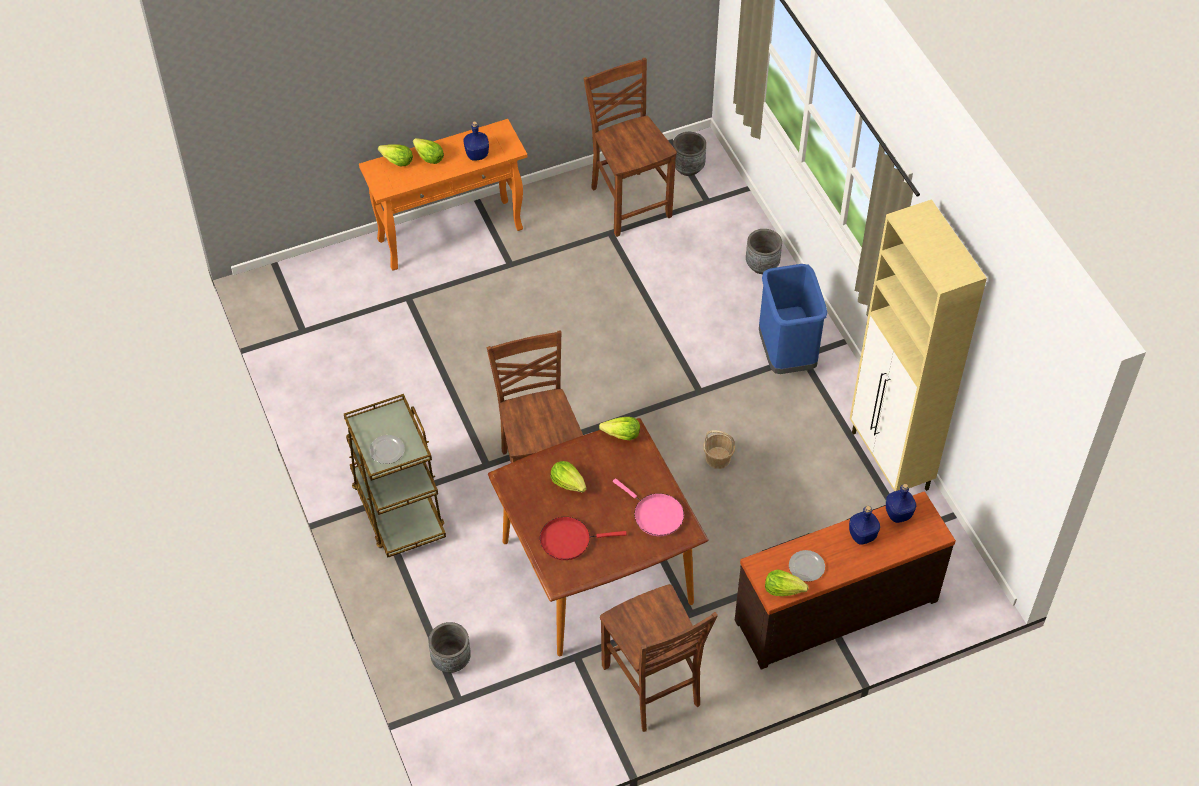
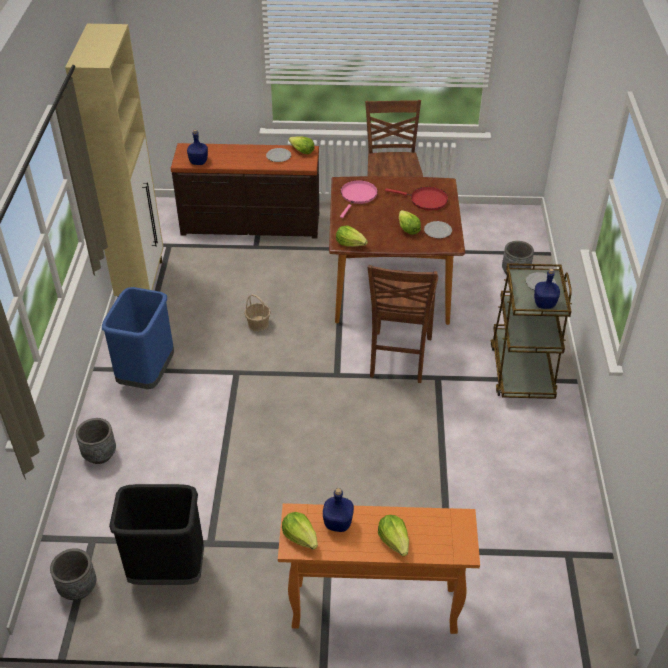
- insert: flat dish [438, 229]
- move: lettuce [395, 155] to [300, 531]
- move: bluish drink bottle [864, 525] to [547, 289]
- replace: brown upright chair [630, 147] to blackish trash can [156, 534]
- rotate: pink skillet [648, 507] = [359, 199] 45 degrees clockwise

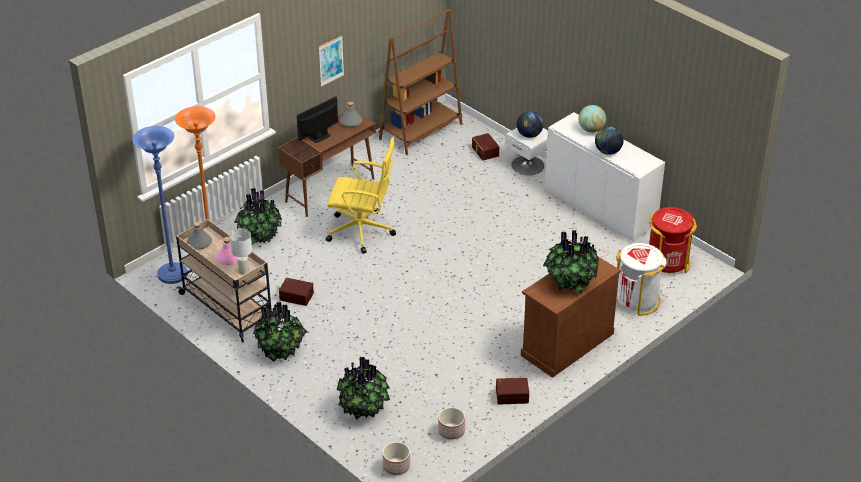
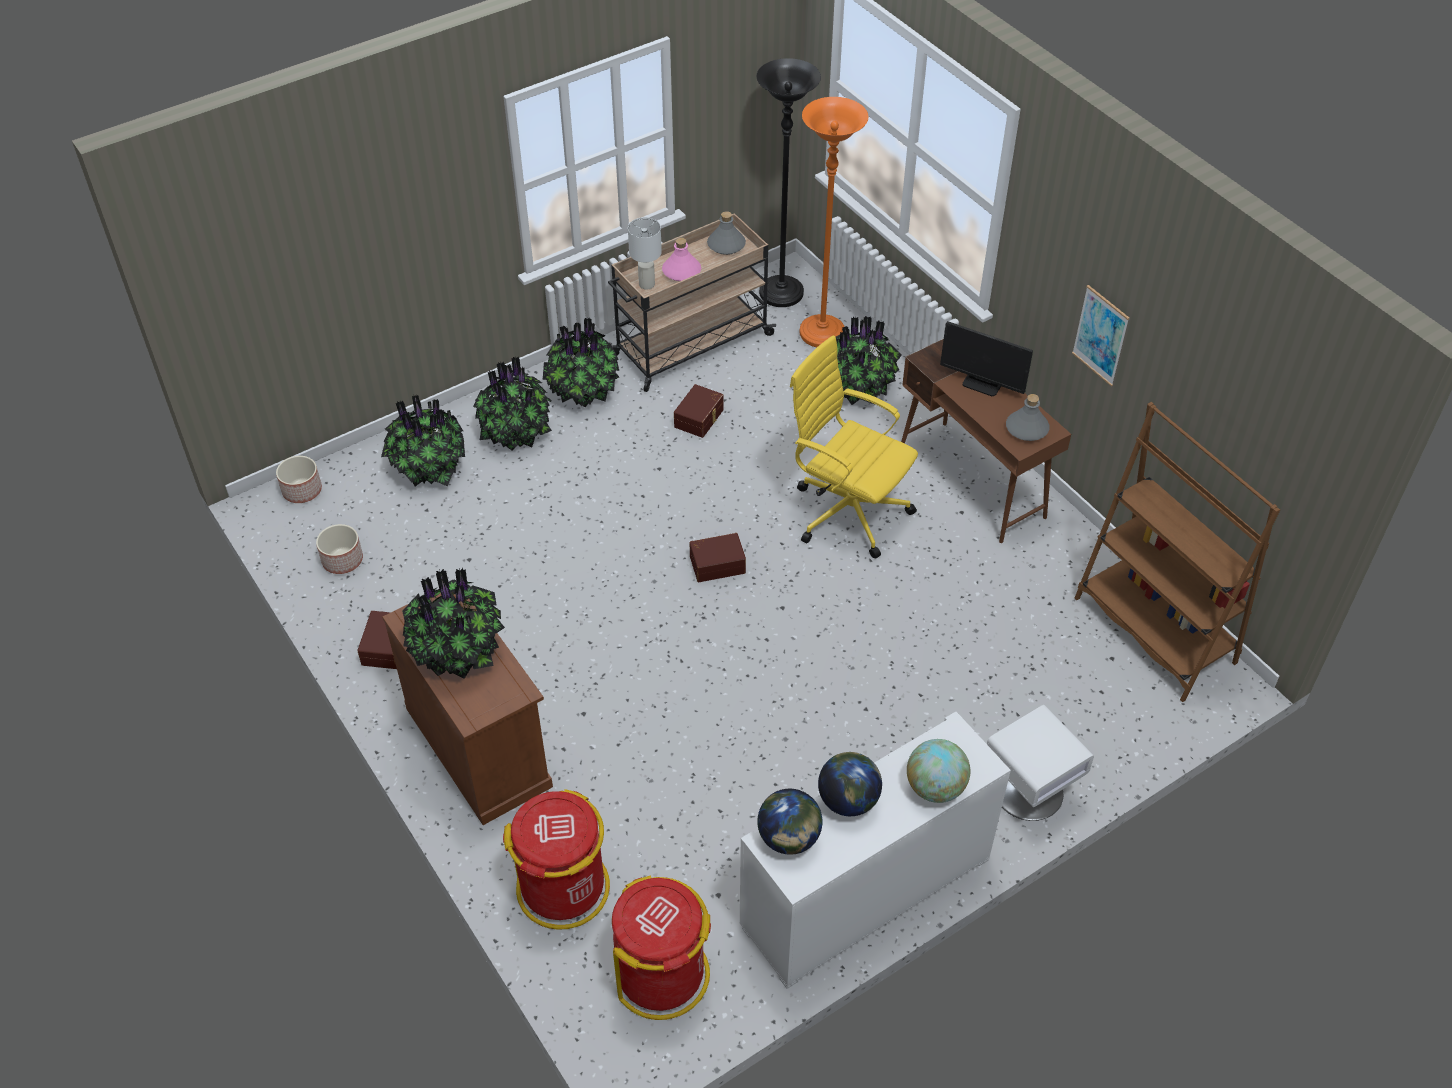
- insert: houseplant [512, 404]
- move: brown storage bin [485, 147] to [718, 557]
- move: desk globe [530, 124] to [789, 822]
- recolor: bluish standing lamp [160, 205] to blackish standing lamp [788, 182]
- recolor: whitish trash can [641, 279] to red trash can [556, 859]
- rotate: monitor [317, 119] = [986, 358] 150 degrees clockwise
- rotate: yellow-coloured office chair [361, 195] = [854, 447] 105 degrees clockwise

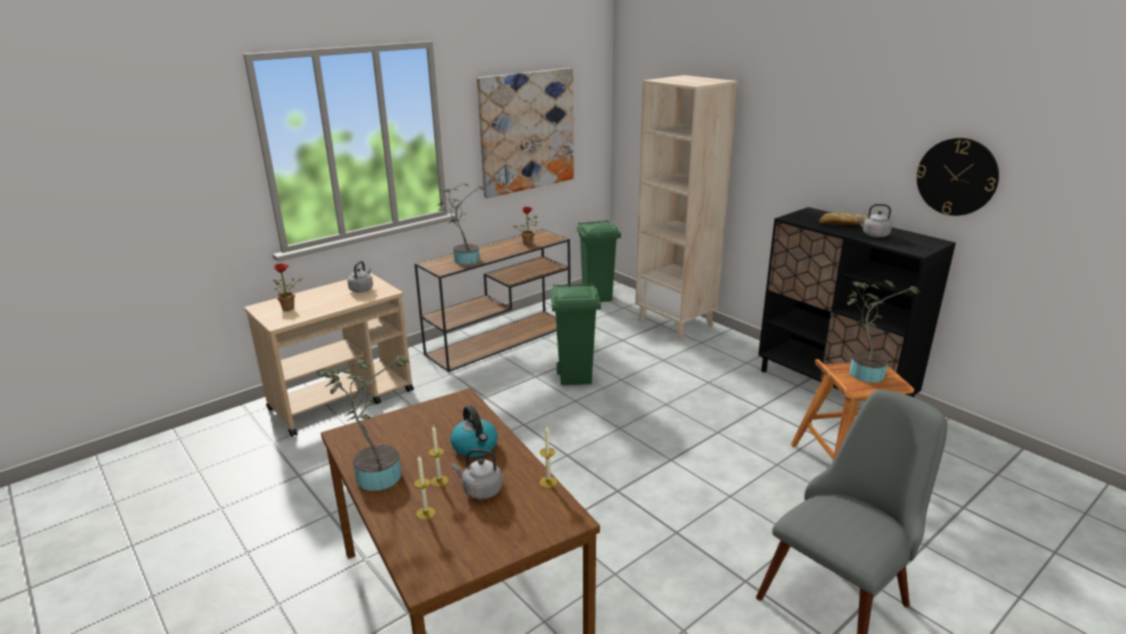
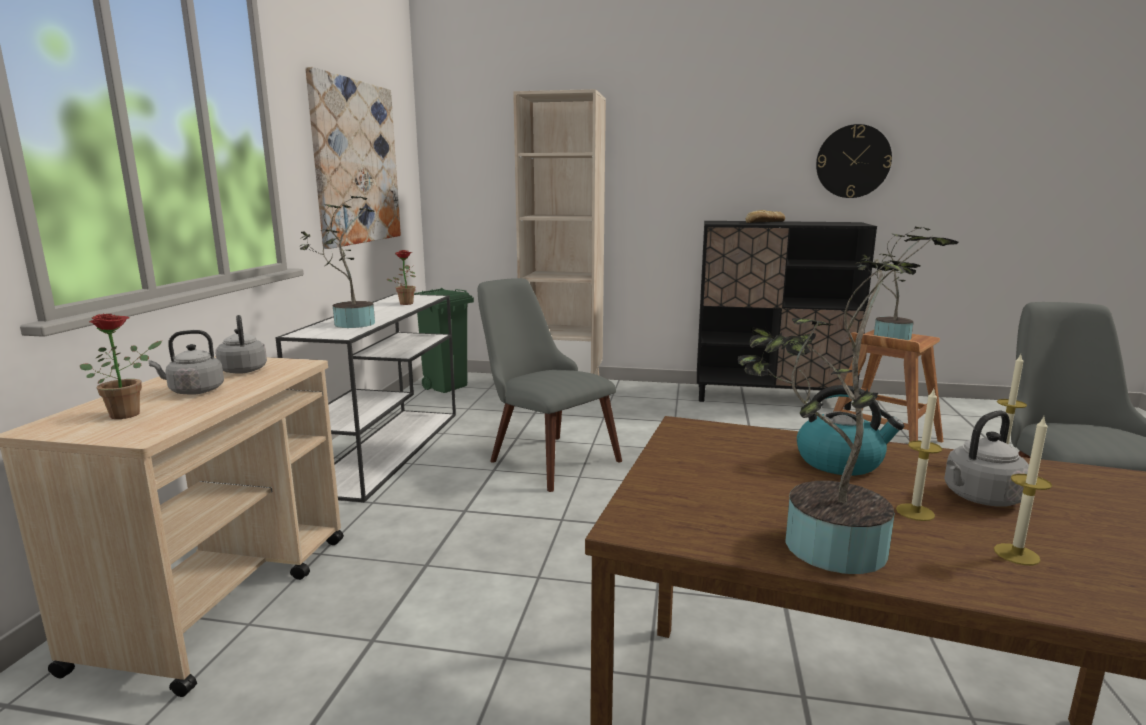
- move: gray water kettle [874, 220] to [186, 362]
- replace: green-coloured trash can [575, 334] to gray upright chair [549, 385]
- recolor: brown narrow table [492, 300] to whitish narrow table [365, 398]

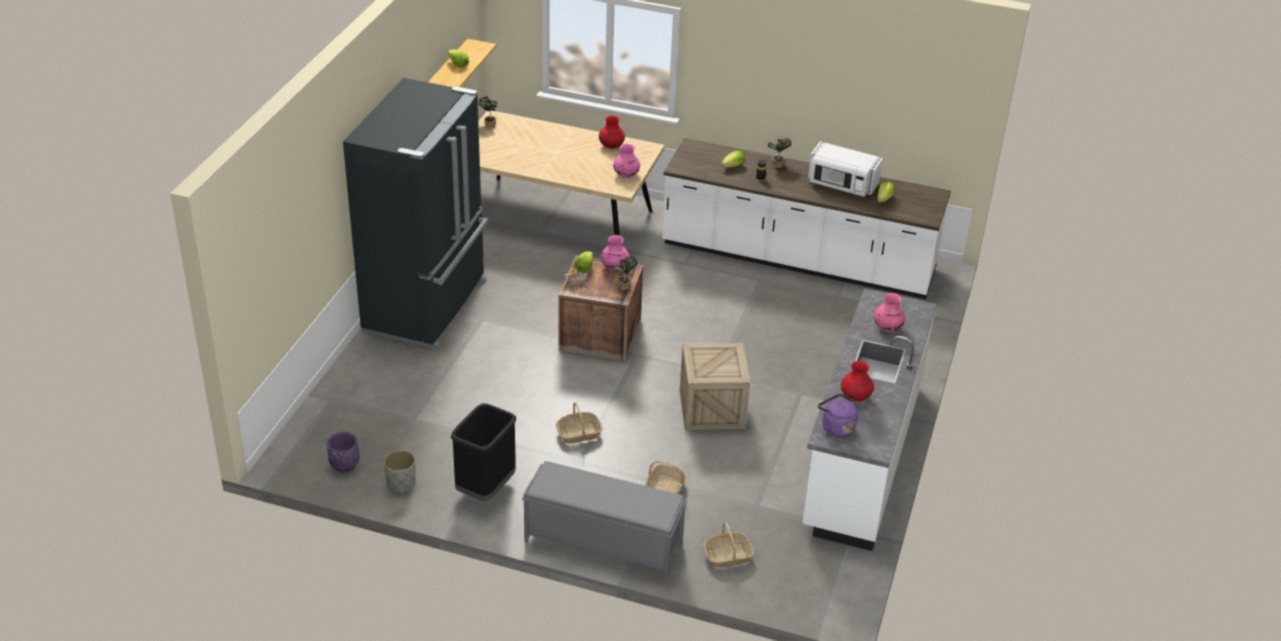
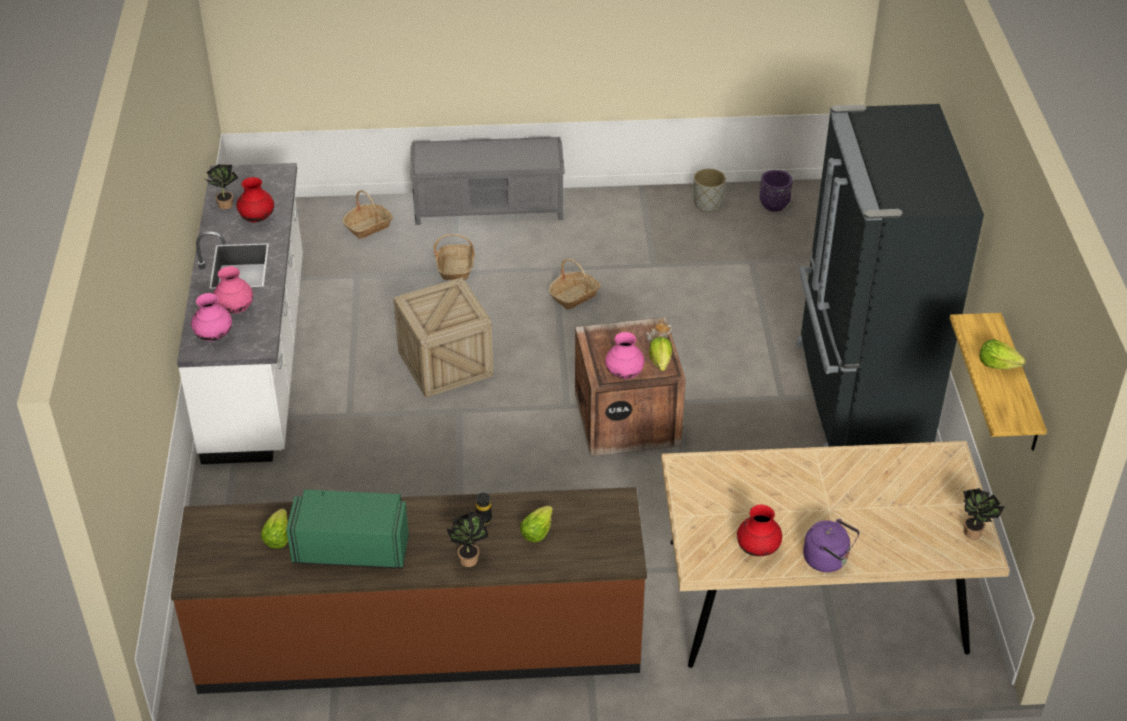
- delete: blackish trash can [483, 452]
- move: houseplant [625, 273] to [221, 187]
- move: pink decorative vase [626, 161] to [211, 317]
- move: purple-coloured water kettle [837, 415] to [831, 545]
- recolor: whitish kitchen counter [806, 218] to brown kitchen counter [409, 590]
- recolor: whitish microwave [845, 169] to green-coloured microwave [347, 529]

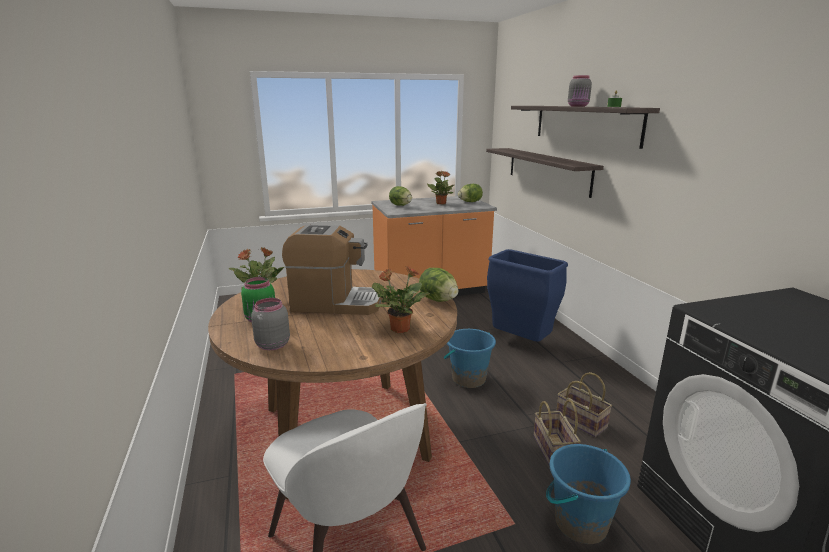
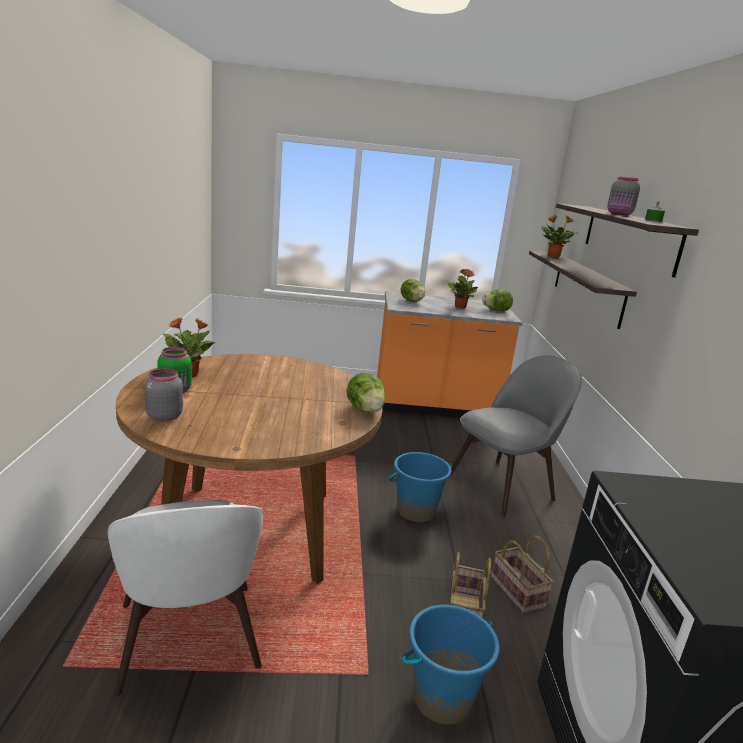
- delete: coffee brewer [332, 270]
- move: houseplant [400, 299] to [559, 236]
- replace: bluish trash can [527, 295] to gray upright chair [516, 436]

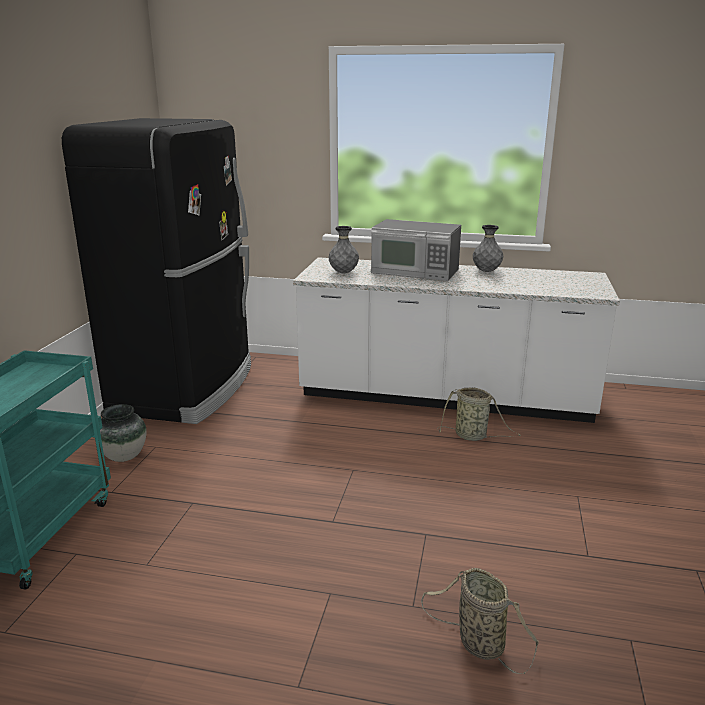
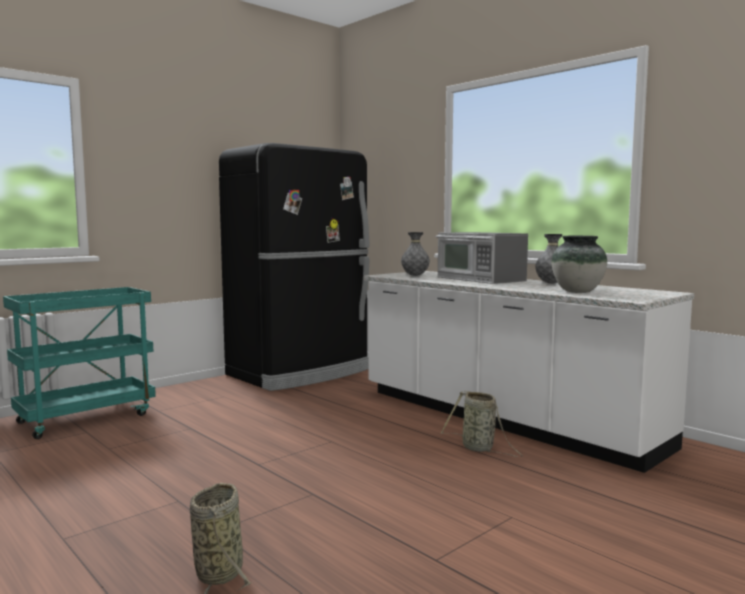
- move: decorative vase [123, 433] to [579, 264]

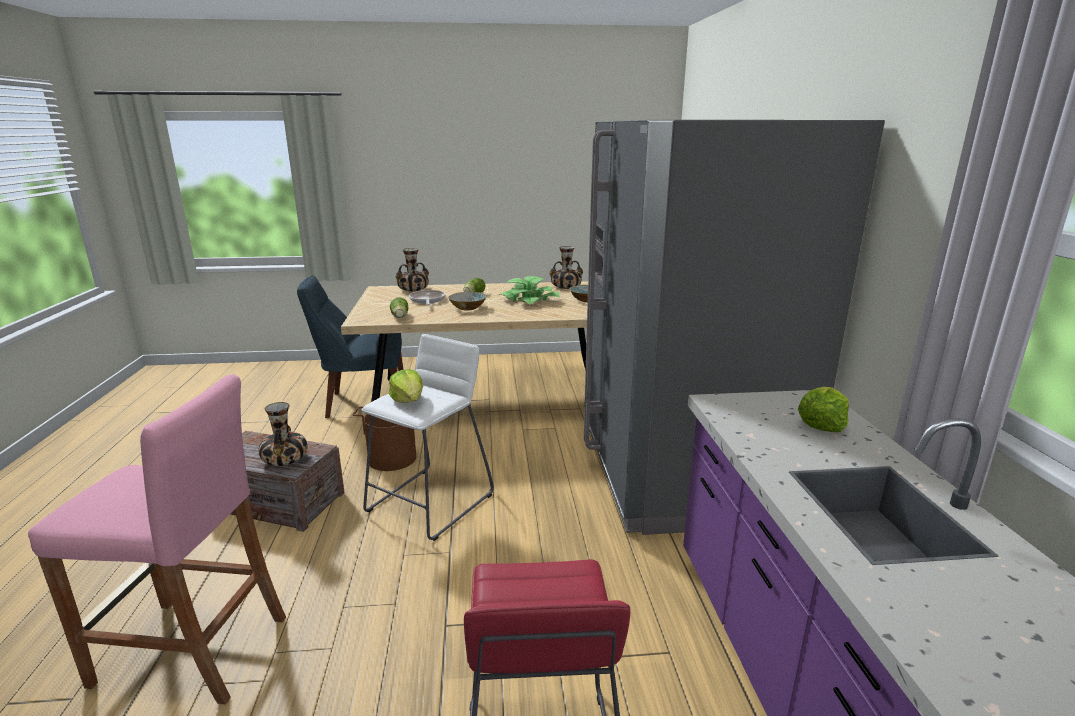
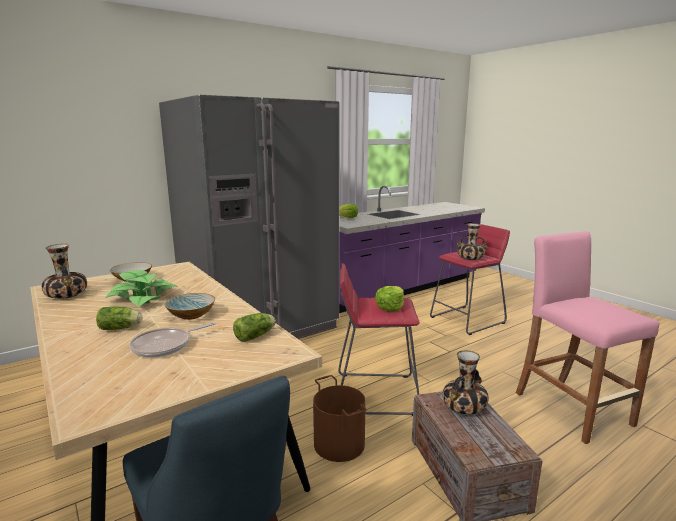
- move: decorative vase [412, 269] to [472, 241]
- recolor: whitish stool seat [427, 437] to red stool seat [379, 339]

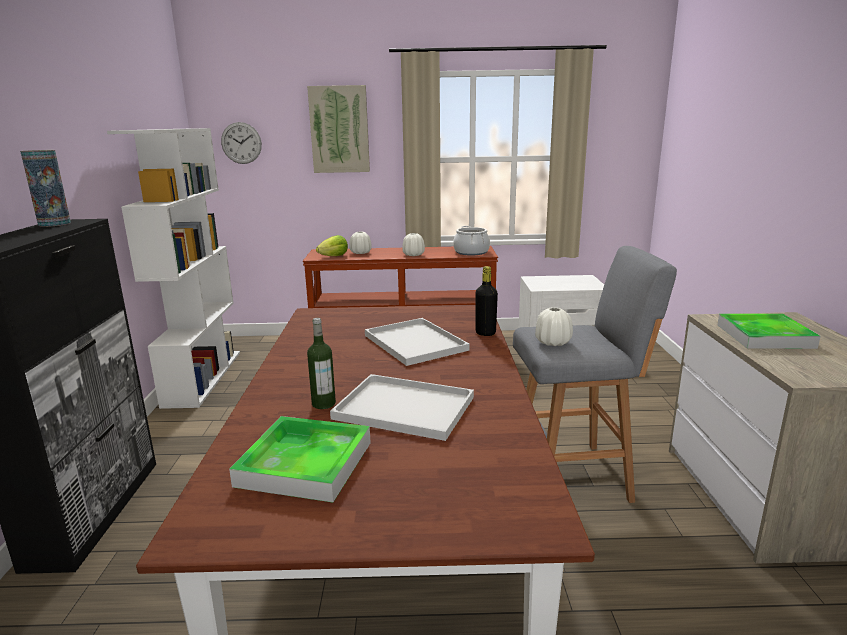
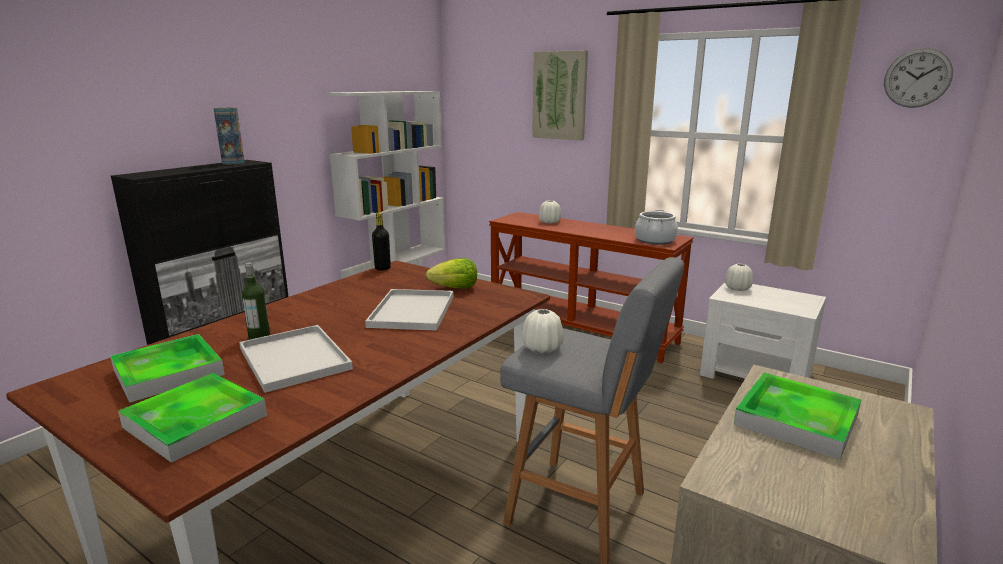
- insert: carrying tray [192, 418]
- move: hanging clock [241, 143] to [918, 78]
- move: lettuce [332, 245] to [451, 273]
- move: whitish decorative vase [413, 244] to [739, 277]
- move: blackish drink bottle [486, 301] to [381, 241]

